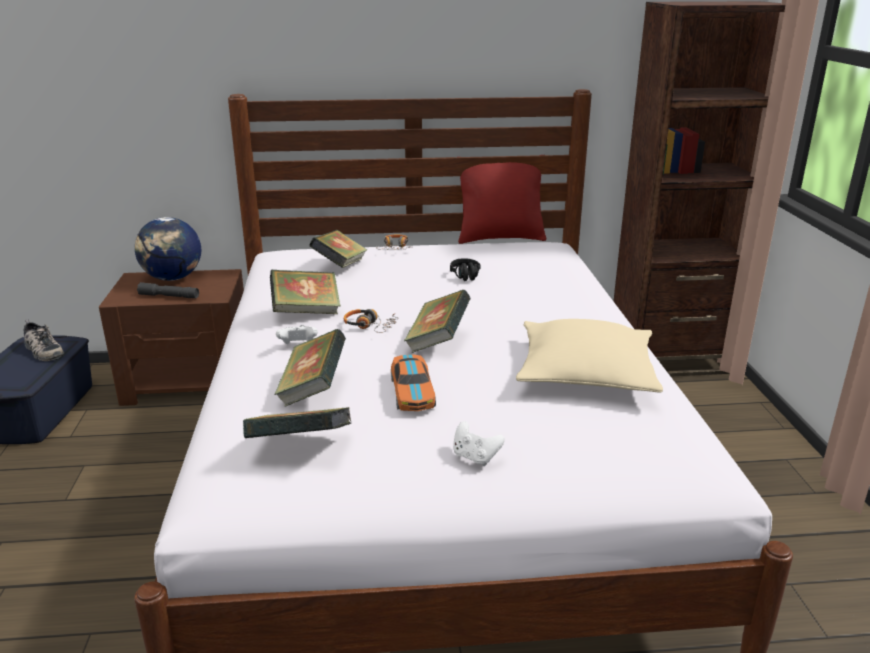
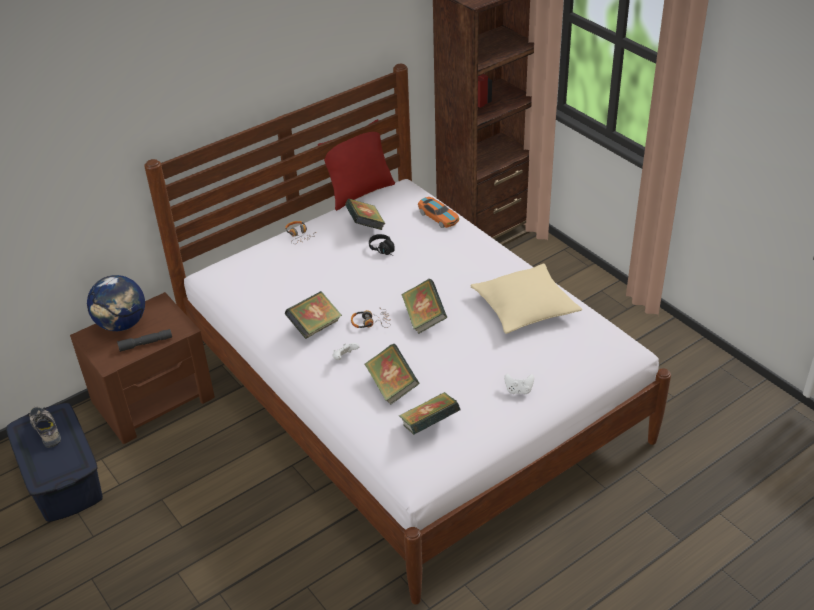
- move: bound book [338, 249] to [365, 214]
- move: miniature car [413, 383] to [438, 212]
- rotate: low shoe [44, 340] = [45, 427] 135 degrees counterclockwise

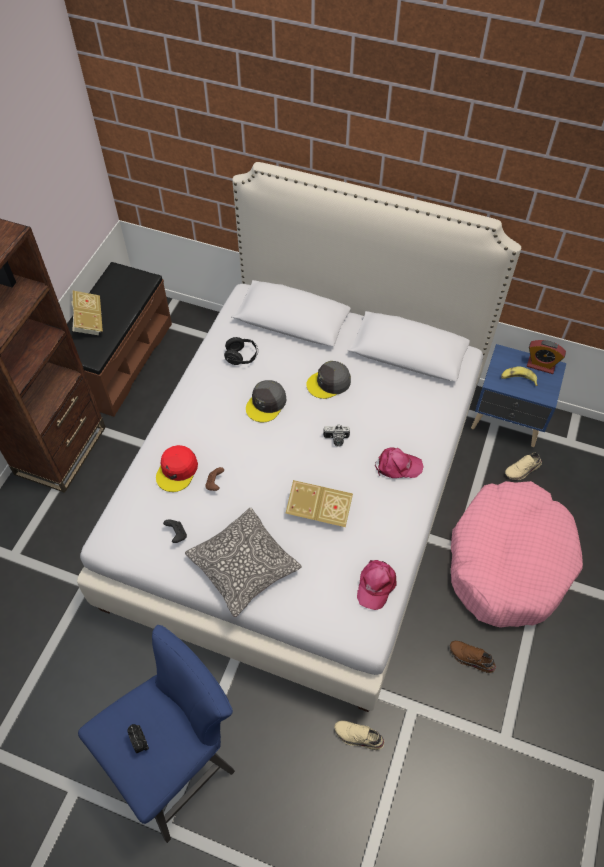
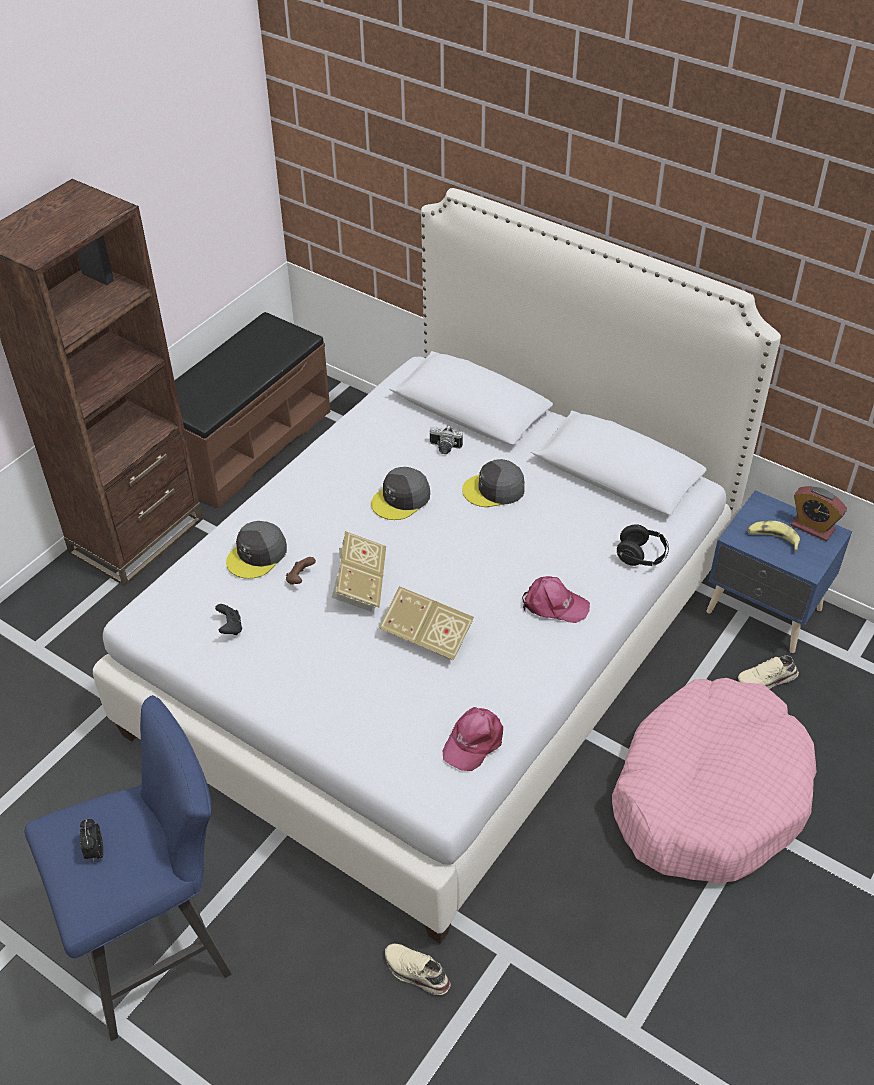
- delete: pillow [243, 562]
- delete: brown low shoe [473, 657]
- move: bound book [87, 312] to [359, 571]
- move: blackish headset [241, 351] to [643, 545]
- move: photo camera [336, 435] to [446, 440]
- recolor: red baseball cap [177, 468] to gray baseball cap [256, 550]

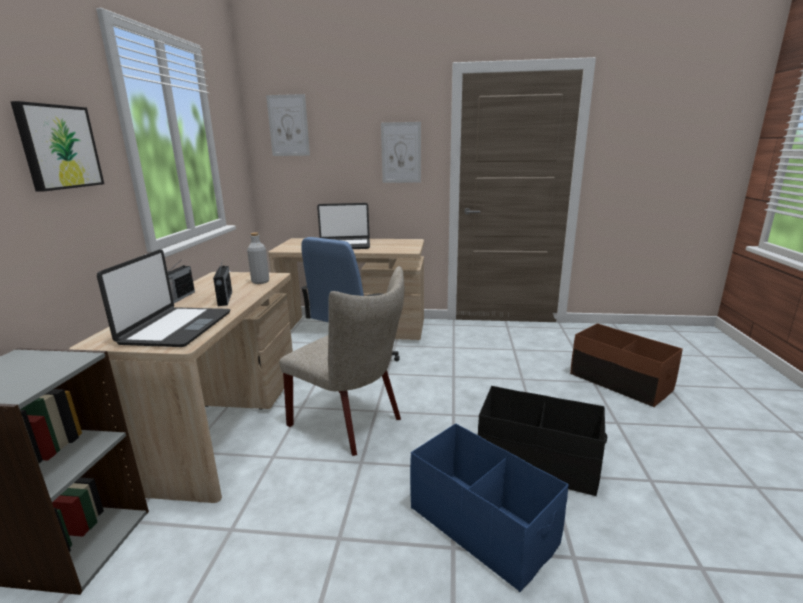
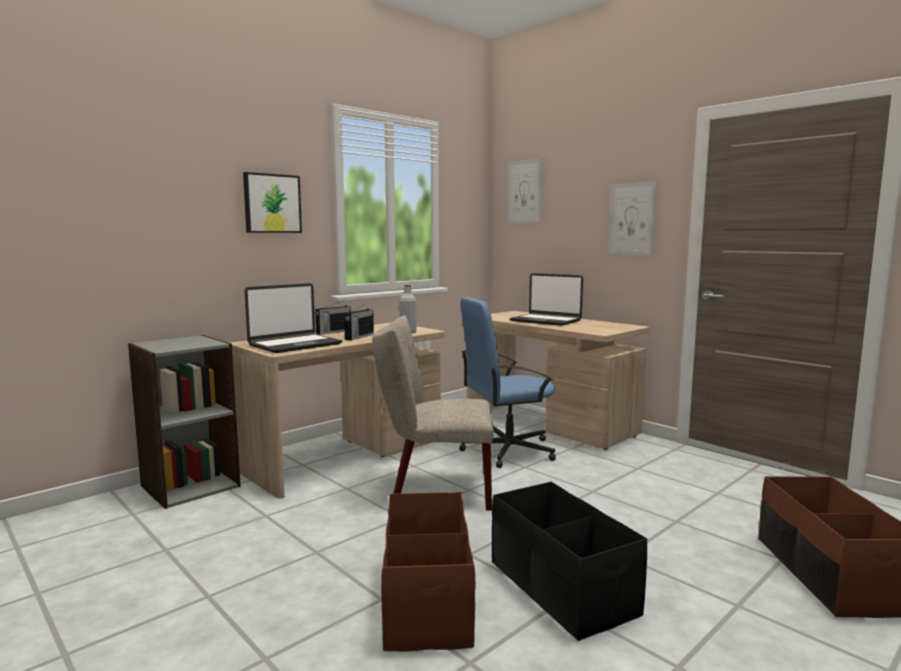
- recolor: bluish storage bin [489, 507] to brown storage bin [428, 572]
- rotate: beige-coloured upright chair [341, 361] = [433, 413] 105 degrees clockwise

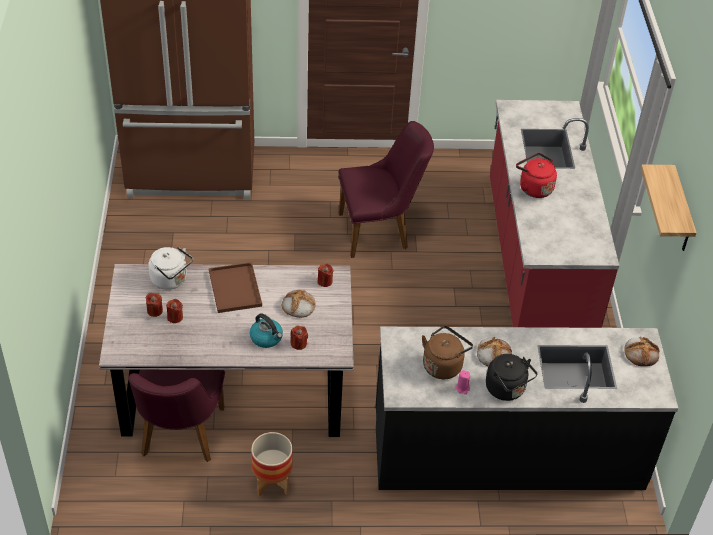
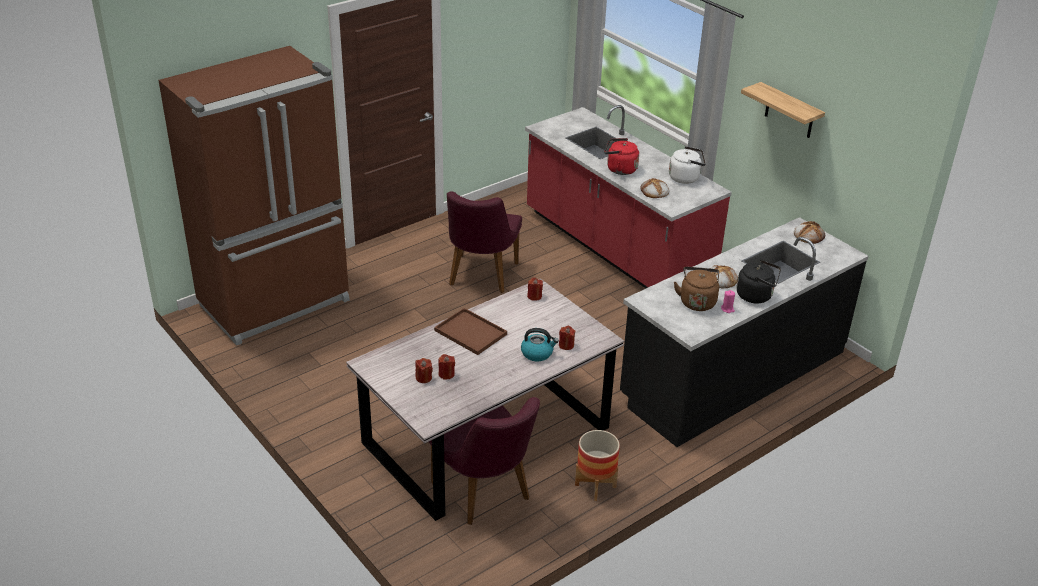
- move: whitish water kettle [170, 268] to [687, 165]
- move: bakery bread [298, 304] to [654, 188]
- rotate: purple-coloured upright chair [386, 189] = [484, 242] 150 degrees clockwise

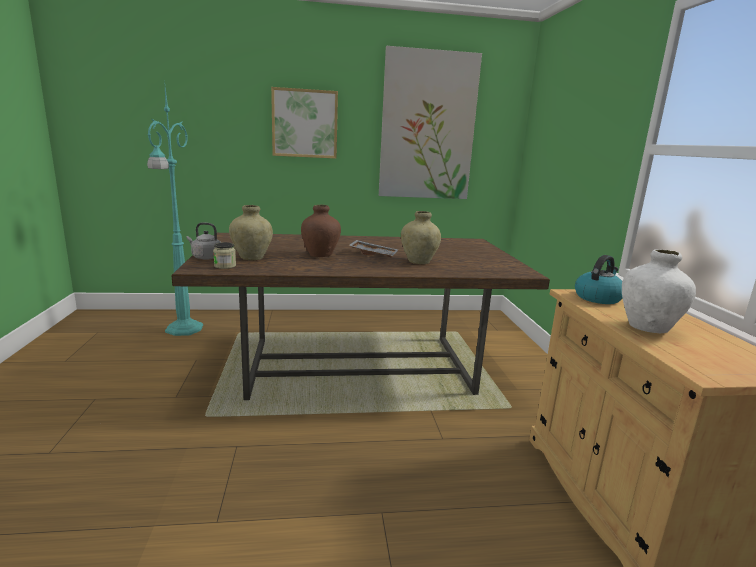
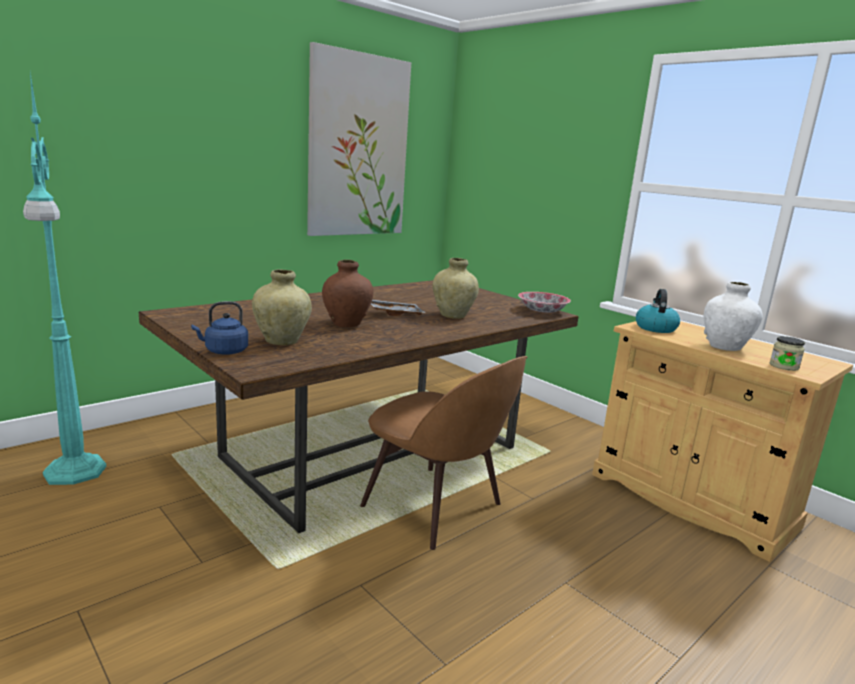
- delete: wall art [304, 123]
- insert: brown upright chair [444, 453]
- insert: bowl [544, 302]
- move: storage jar [224, 255] to [787, 353]
- recolor: gray water kettle [203, 241] to bluish water kettle [219, 328]

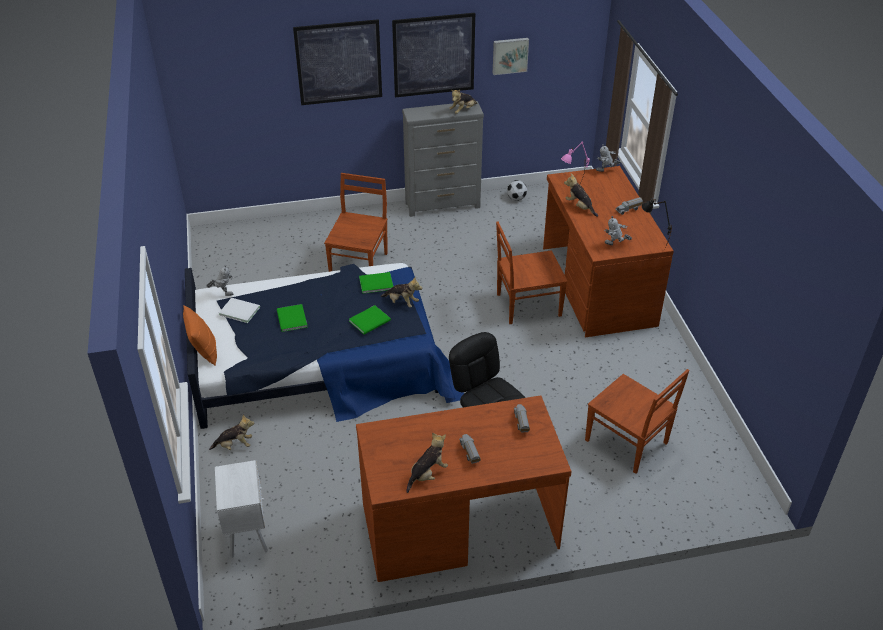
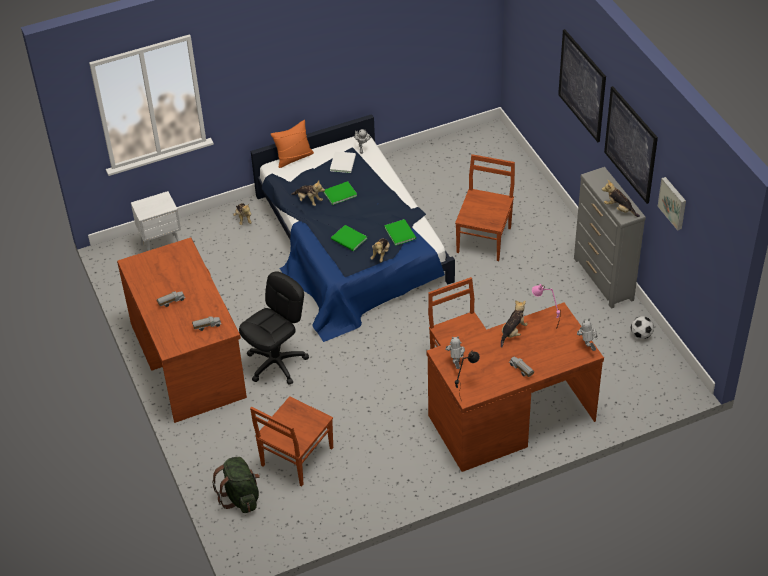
- insert: green-coloured rucksack [236, 485]
- move: soft toy [427, 462] to [308, 193]
- rotate: brown upright chair [356, 222] = [485, 207] 75 degrees counterclockwise

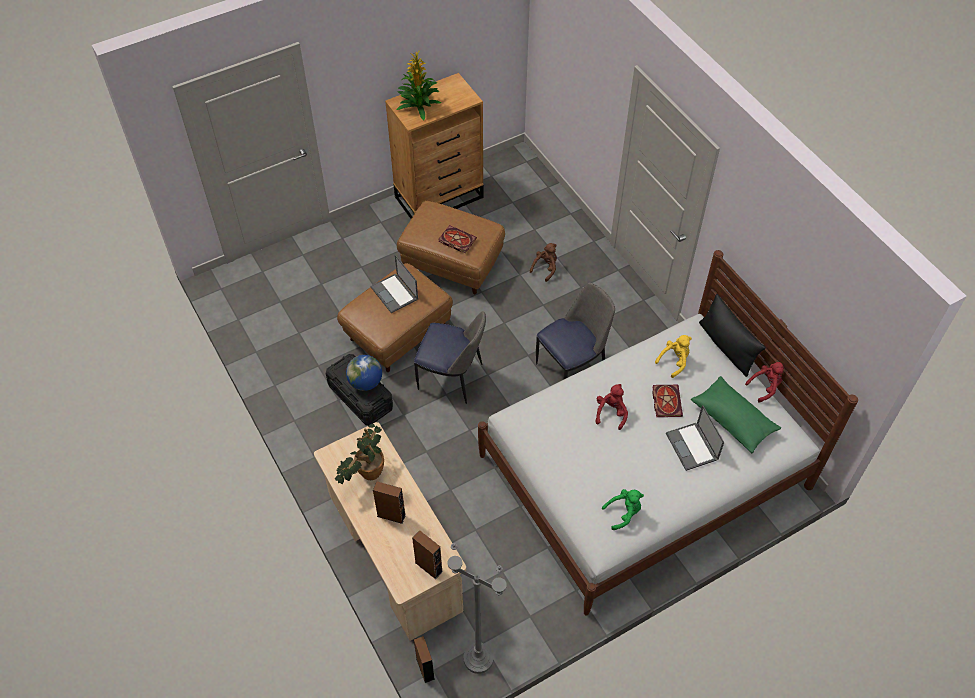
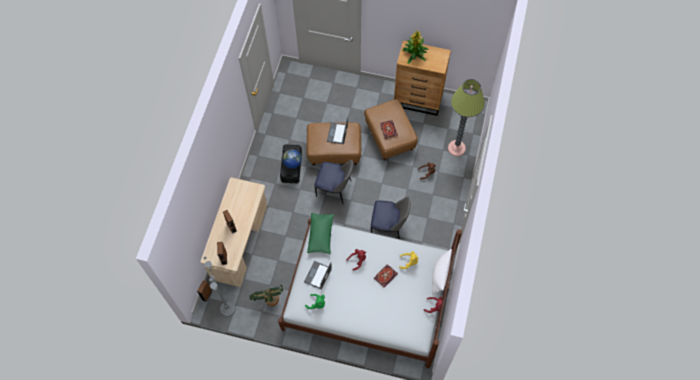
- insert: standing lamp [466, 117]
- move: houseplant [359, 454] to [266, 295]
- move: laptop [695, 438] to [318, 275]
- move: green-coloured pillow [736, 414] to [320, 233]
- recolor: blackish pillow [732, 335] to whitish pillow [442, 272]
- rotate: upright chair [450, 357] = [333, 182] 45 degrees counterclockwise

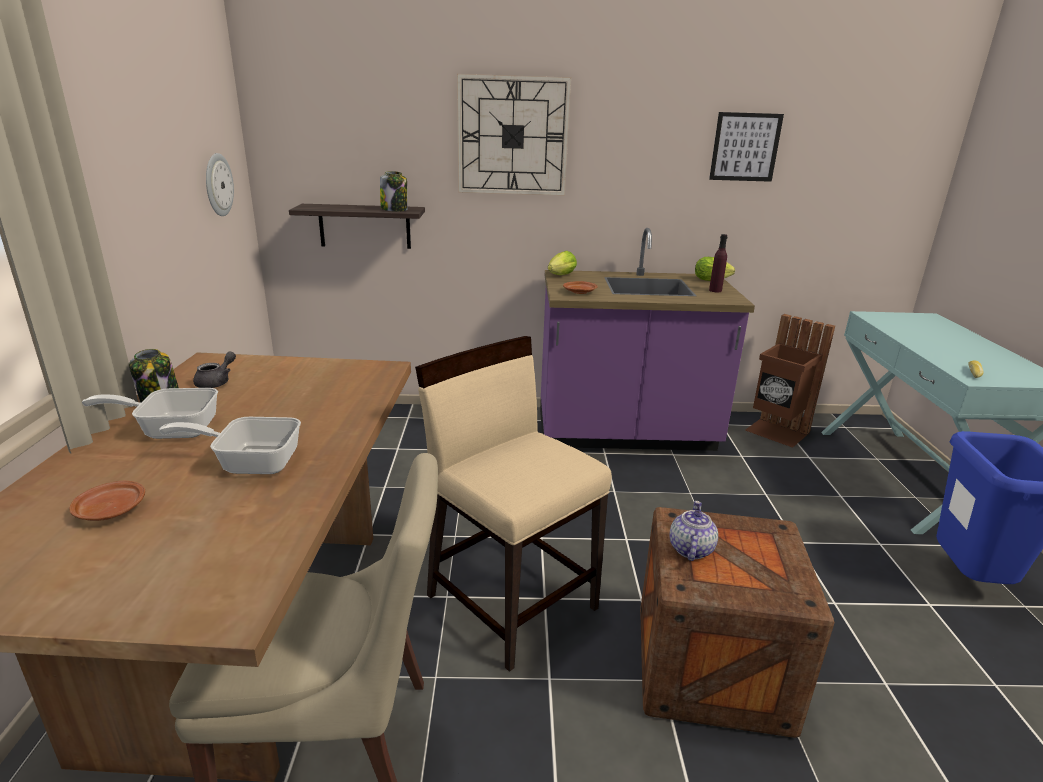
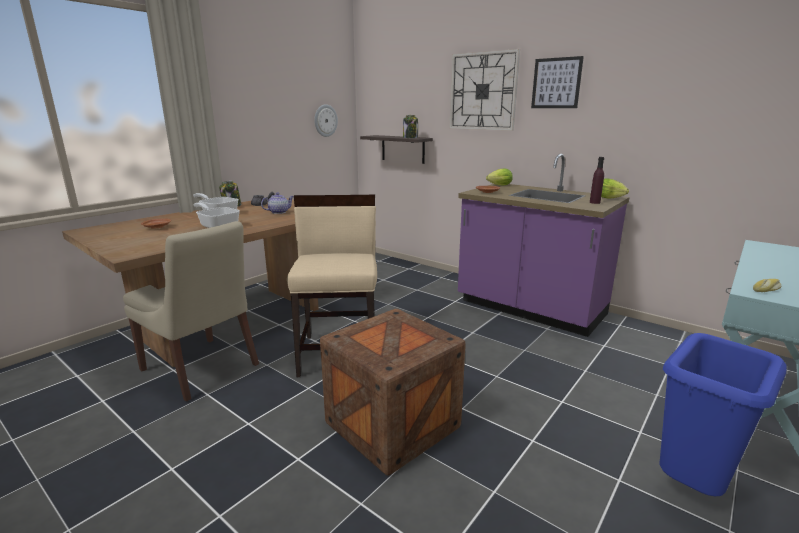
- delete: brown trash can [790, 381]
- move: tea pot [694, 531] to [277, 203]
- move: wall art [746, 147] to [557, 82]

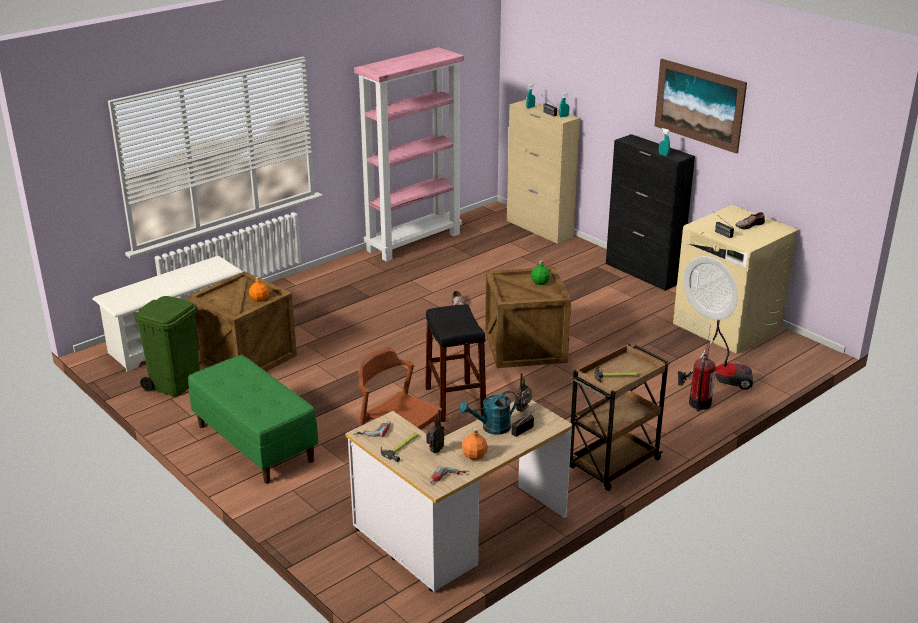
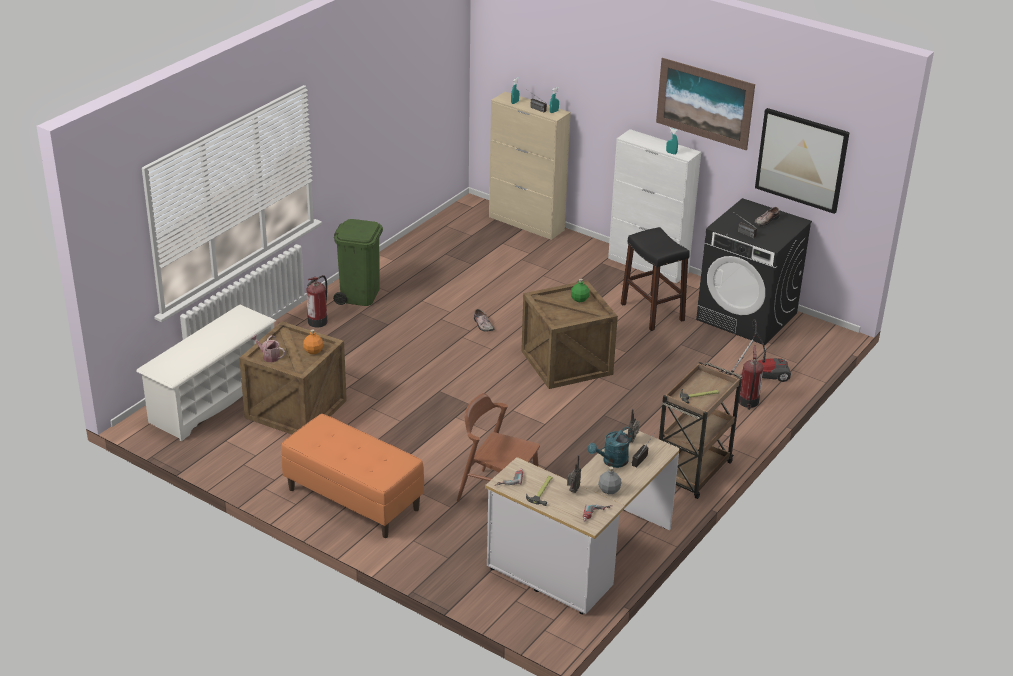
- delete: pink shelving unit [409, 154]
- insert: sprinkling can [268, 348]
- insert: extinguisher [316, 301]
- insert: wall art [802, 161]
- move: green-coloured trash can [167, 346] to [358, 262]
- move: blackish stool seat [455, 363] to [655, 279]
- recolor: green-coloured indoor bench [253, 419] to orange indoor bench [352, 476]
- recolor: orange drink bottle [475, 444] to gray drink bottle [609, 480]
- recolor: blackish cabinet [650, 212] to whitish cabinet [654, 206]
- recolor: beige-coloured laundry machine [736, 279] to blackish laundry machine [754, 271]

